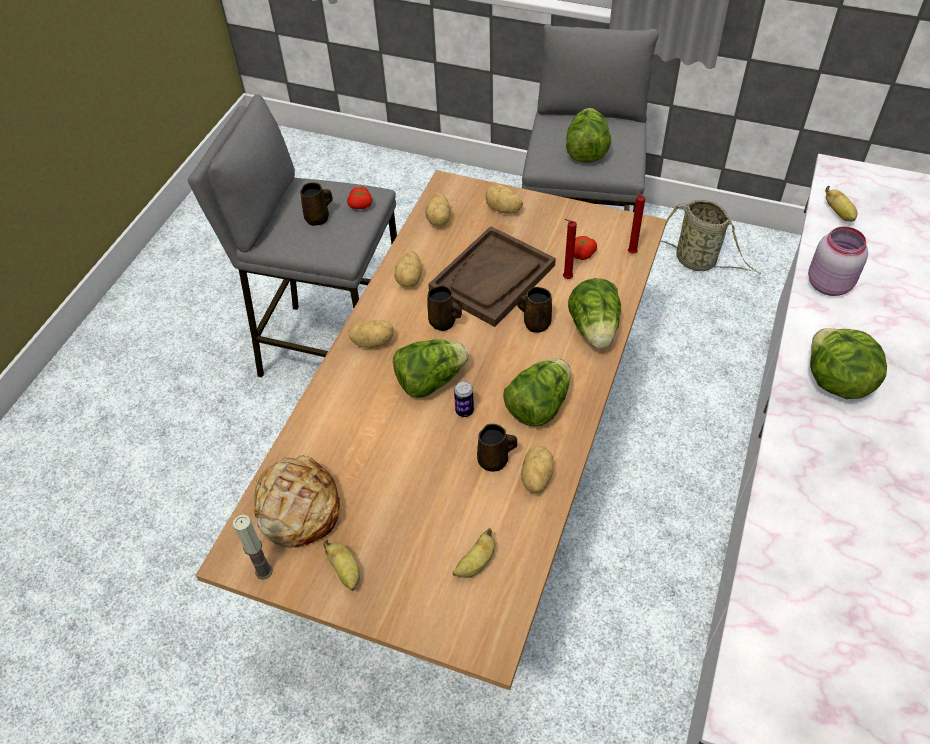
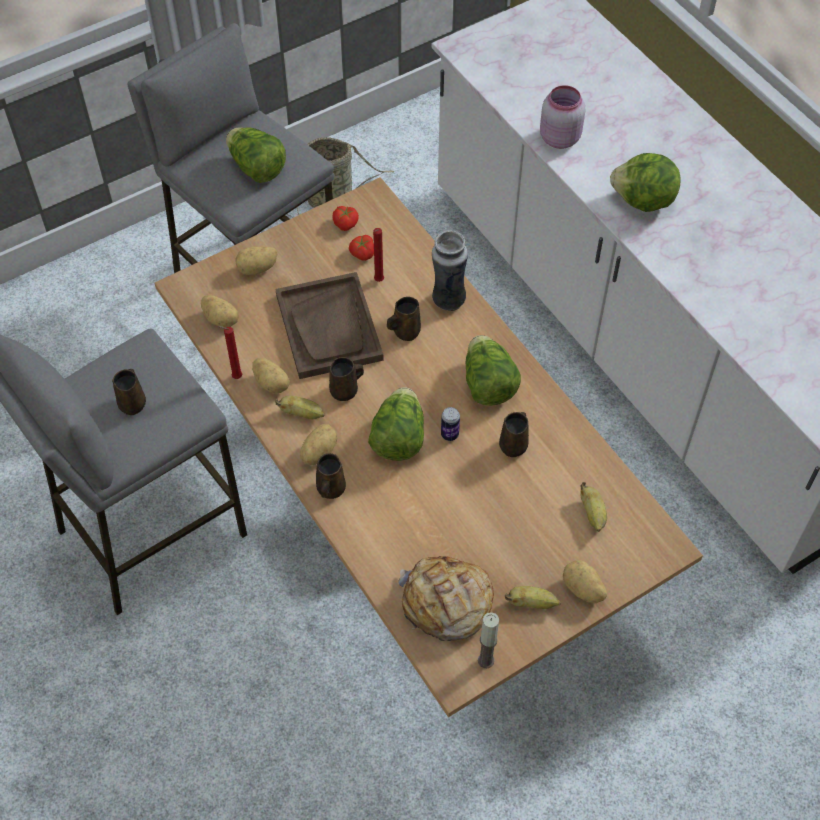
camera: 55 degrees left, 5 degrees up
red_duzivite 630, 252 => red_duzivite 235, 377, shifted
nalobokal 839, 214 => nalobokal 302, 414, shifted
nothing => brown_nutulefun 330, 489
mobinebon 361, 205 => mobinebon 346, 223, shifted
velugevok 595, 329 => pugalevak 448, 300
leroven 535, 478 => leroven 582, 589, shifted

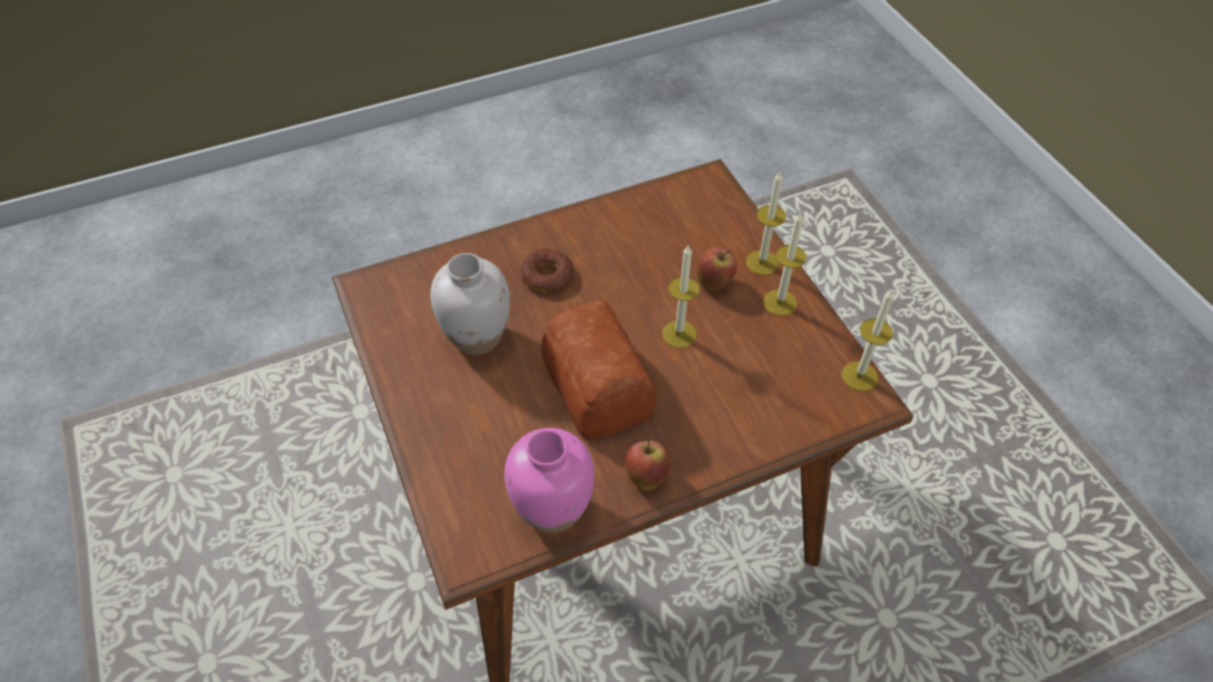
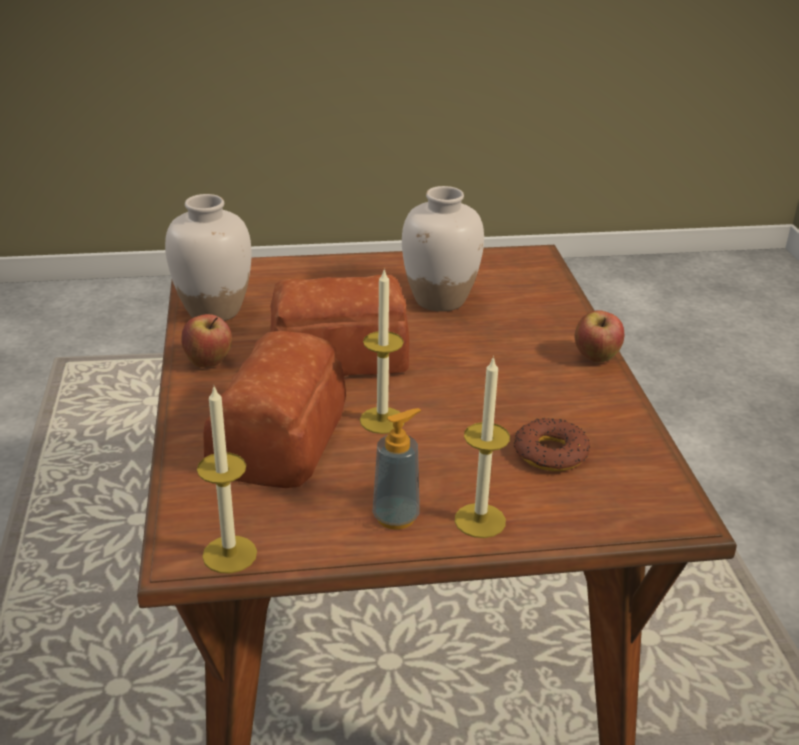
camera: 105 degrees right, 20 degrees down
pink_pugalevak 553, 510 => white_pugalevak 213, 310
nothing => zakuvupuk 282, 437
duzivite 780, 302 => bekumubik 396, 517
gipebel 547, 275 => gipebel 550, 453, shifted
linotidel 714, 282 => linotidel 596, 358, shifted

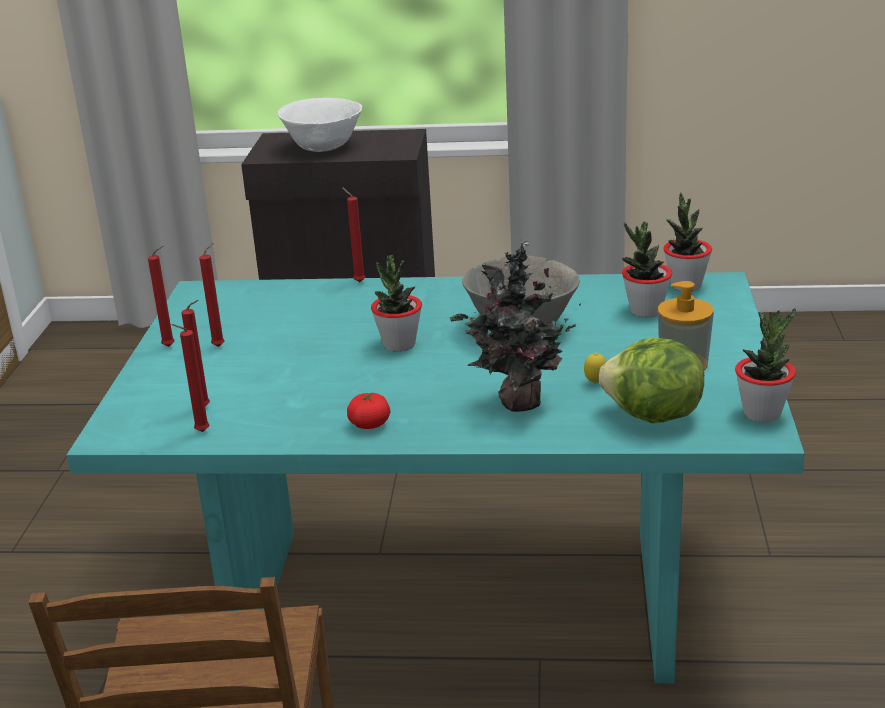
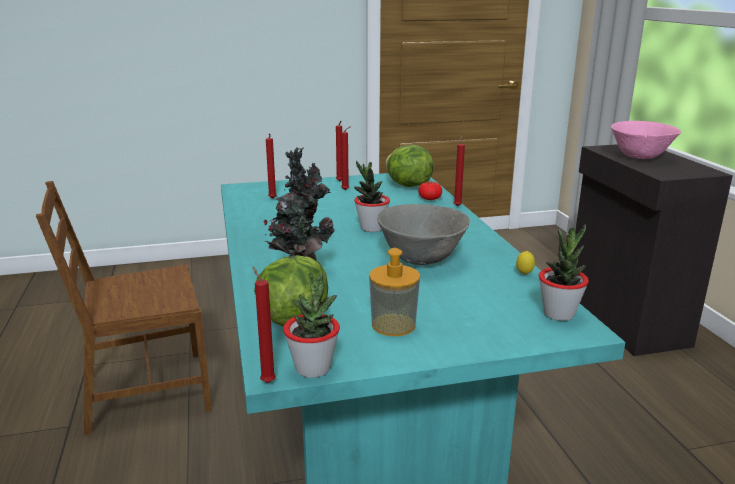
camera: 70 degrees right, 5 degrees down
red_duzivite 200, 432 => red_duzivite 266, 381, shifted
nothing => velugevok 407, 185
mobinebon 369, 424 => mobinebon 429, 199, shifted
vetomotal 595, 383 => vetomotal 524, 274, shifted
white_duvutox 323, 148 => pink_duvutox 640, 157
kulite 645, 311 => nothing

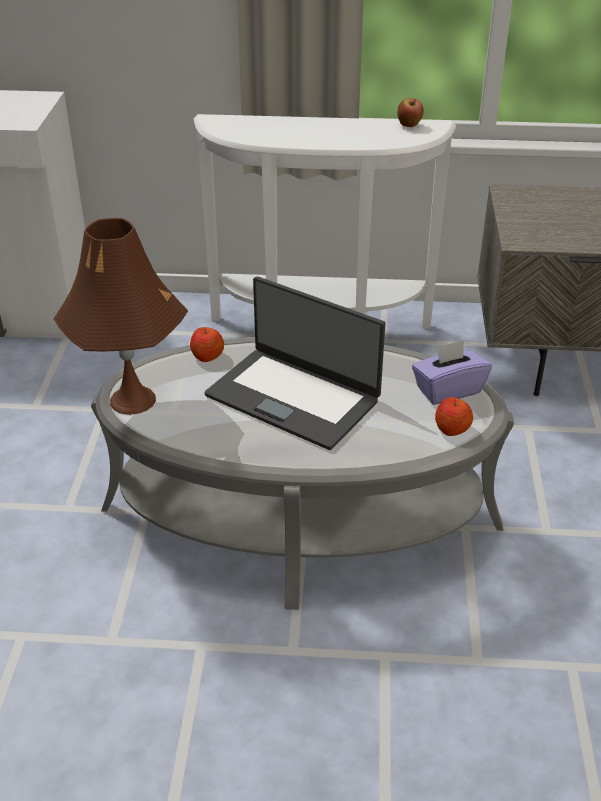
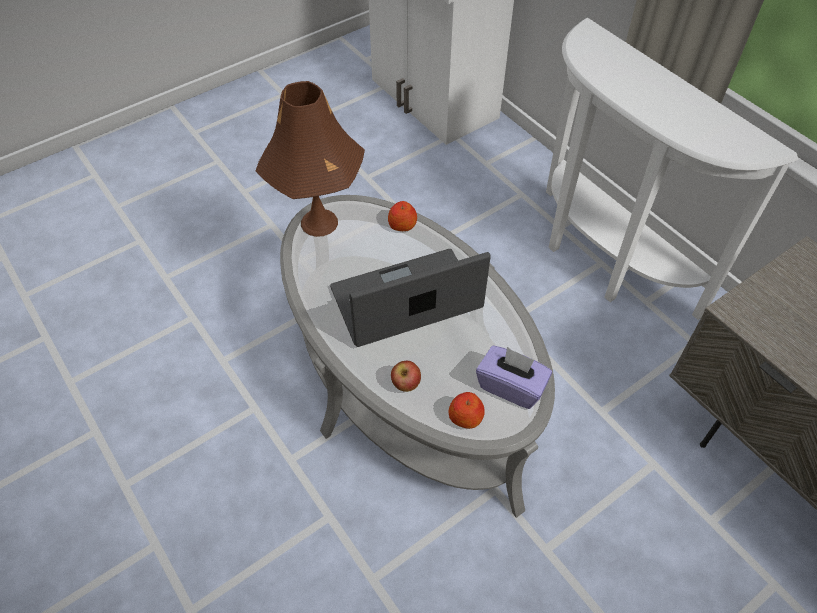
camera: 50 degrees right, 15 degrees up
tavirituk 293, 397 => tavirituk 406, 300, 75 degrees clockwise
linotidel 409, 125 => linotidel 406, 385, shifted

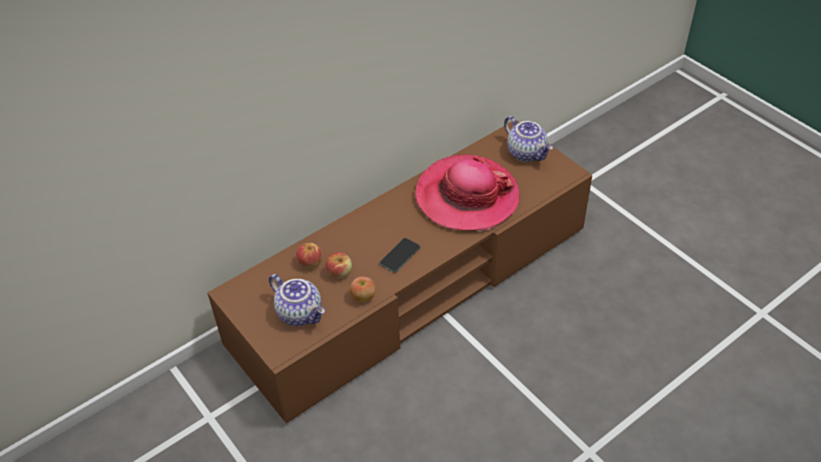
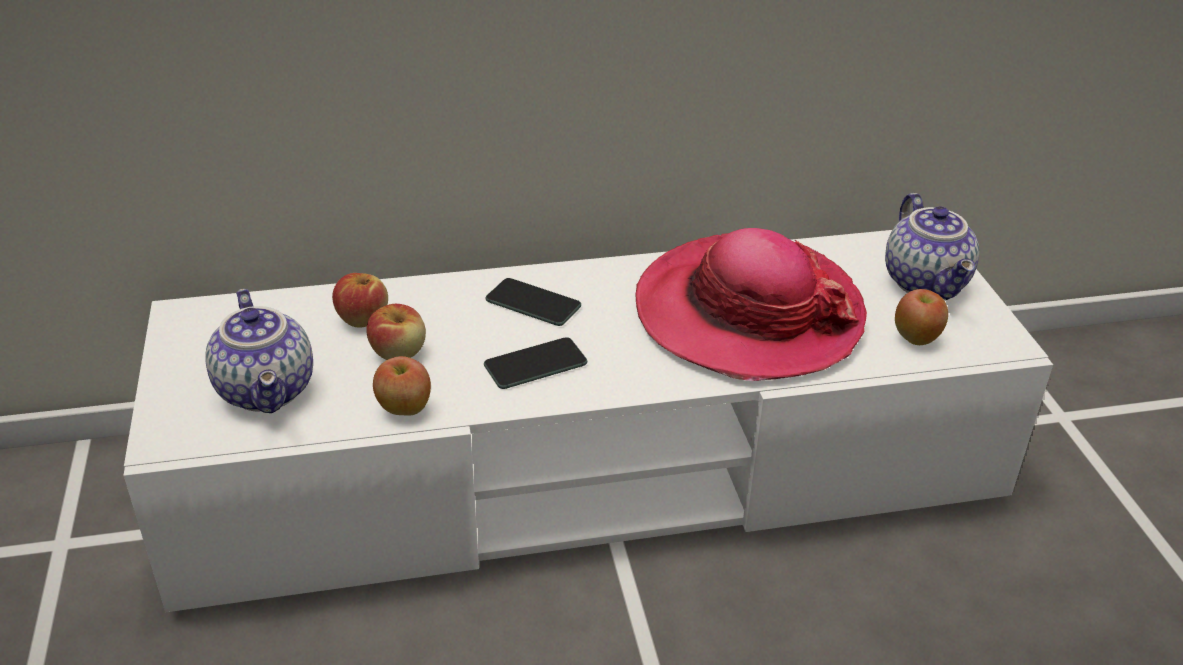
camera: 25 degrees right, 10 degrees down
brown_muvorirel 412, 286 => white_muvorirel 588, 471
nothing => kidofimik 533, 303
nothing => linotidel 917, 338

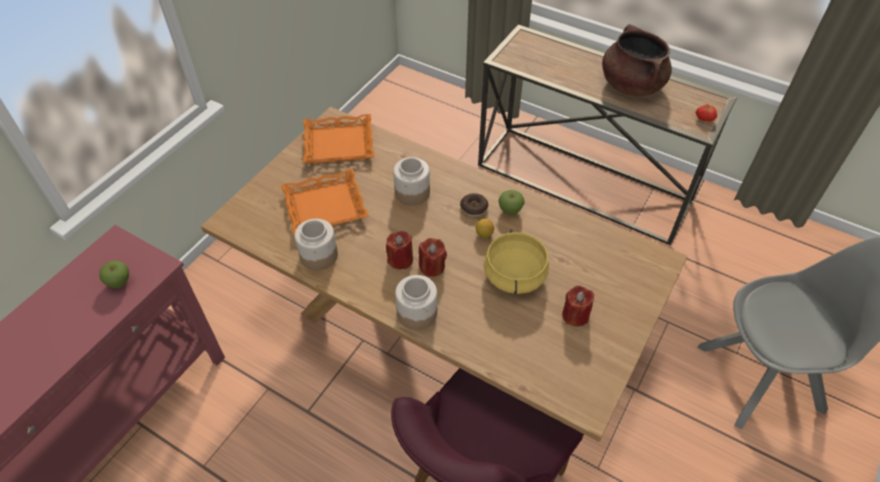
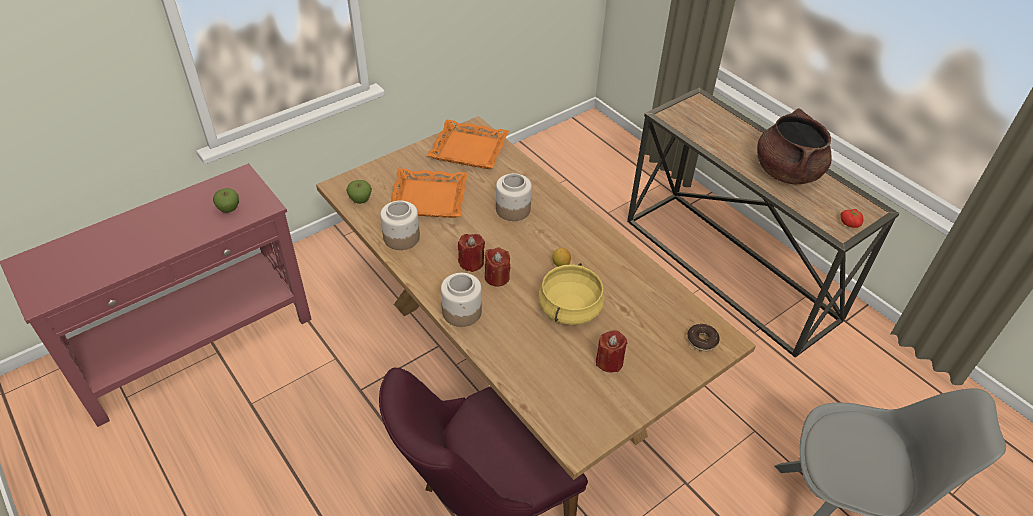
camera: 20 degrees right, 5 degrees down
linotidel 510, 210 => linotidel 360, 200, shifted
gipebel 474, 208 => gipebel 702, 340, shifted

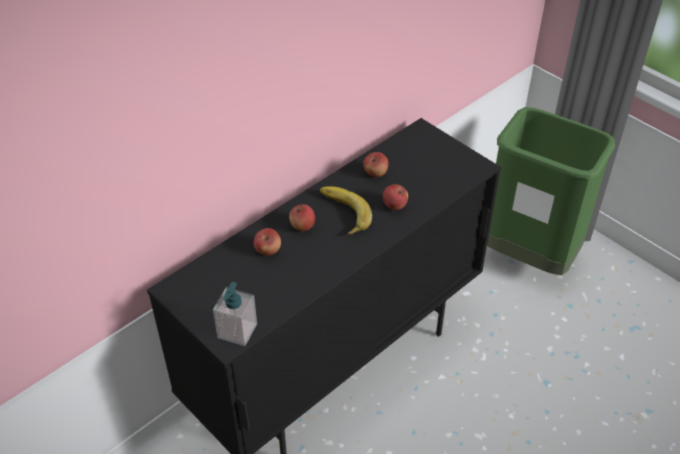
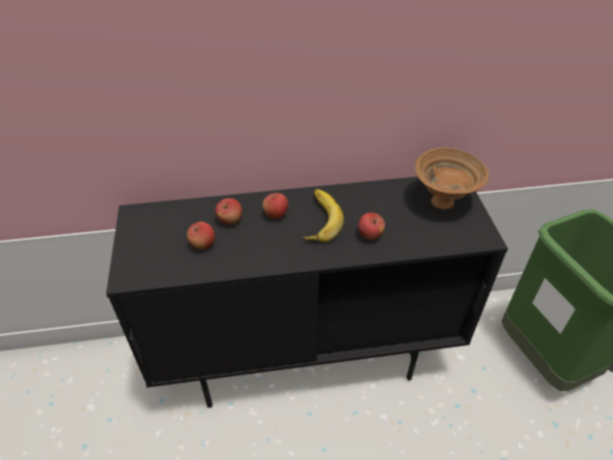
camera: 35 degrees right, 0 degrees up
linotidel 375, 173 => linotidel 203, 244, shifted
nothing => brown_duvutox 443, 202
bekumubik 237, 331 => nothing

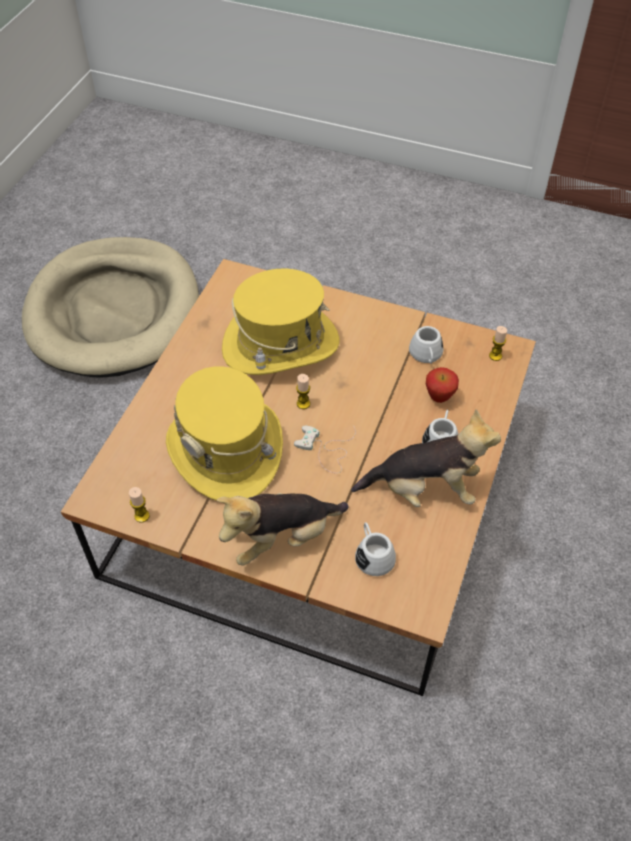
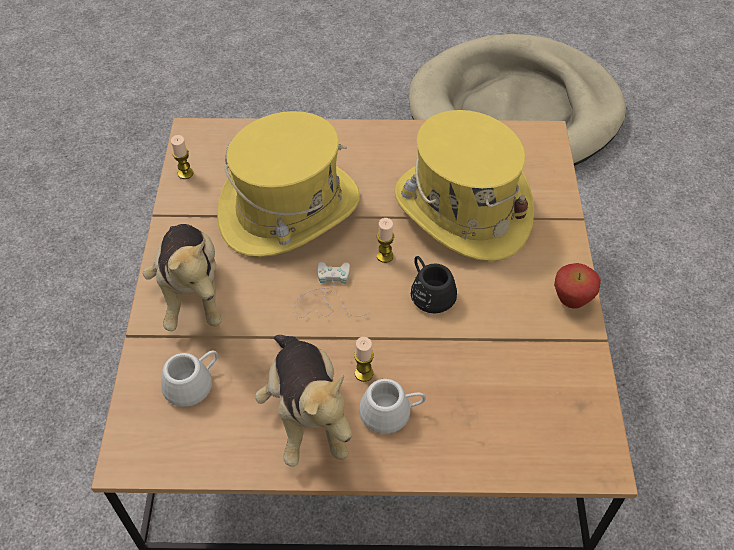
camera: 70 degrees right, 0 degrees up
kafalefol 282, 538 => kafalefol 191, 292, 150 degrees counterclockwise
duzivite 495, 356 => duzivite 364, 373, shifted
nothing => black_nutulefun 429, 292
linotidel 439, 397 => linotidel 571, 301, shifted
white_nutulefun 426, 355 => nothing

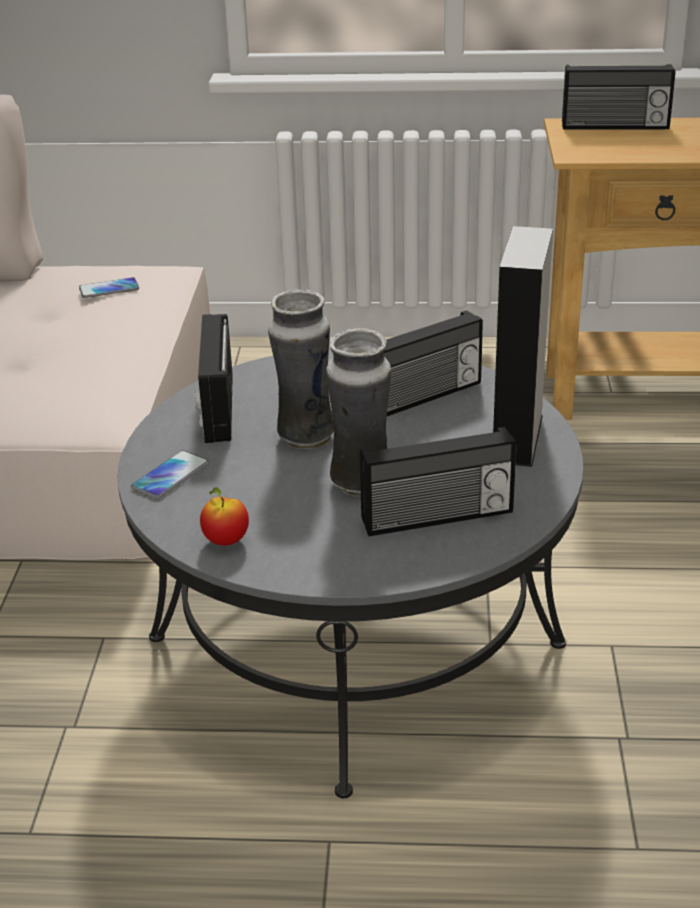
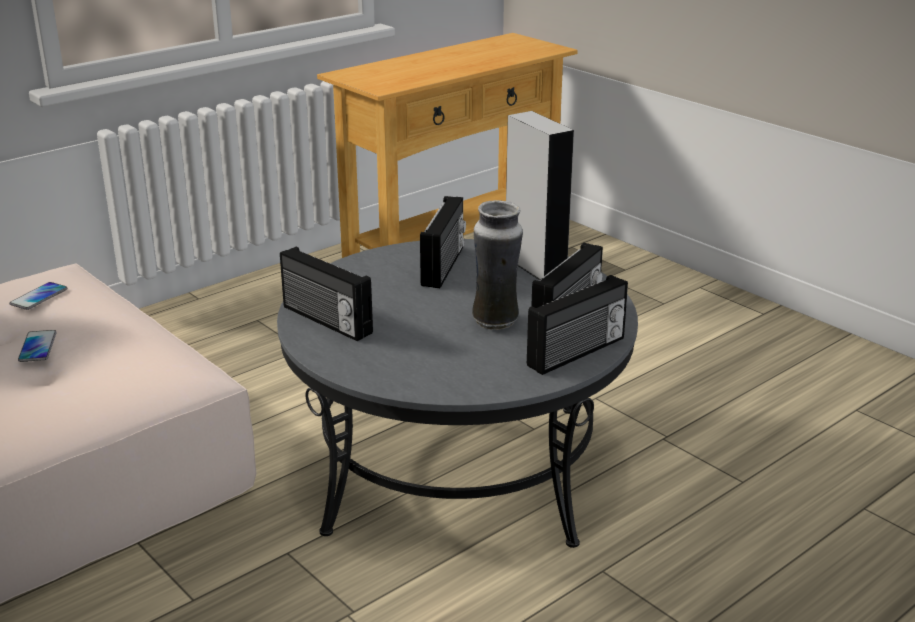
camera: 45 degrees left, 5 degrees down
kidofimik 170, 476 => kidofimik 37, 347, shifted
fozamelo 615, 127 => fozamelo 578, 353, shifted
linotidel 226, 541 => nothing
pugalevak 305, 438 => nothing

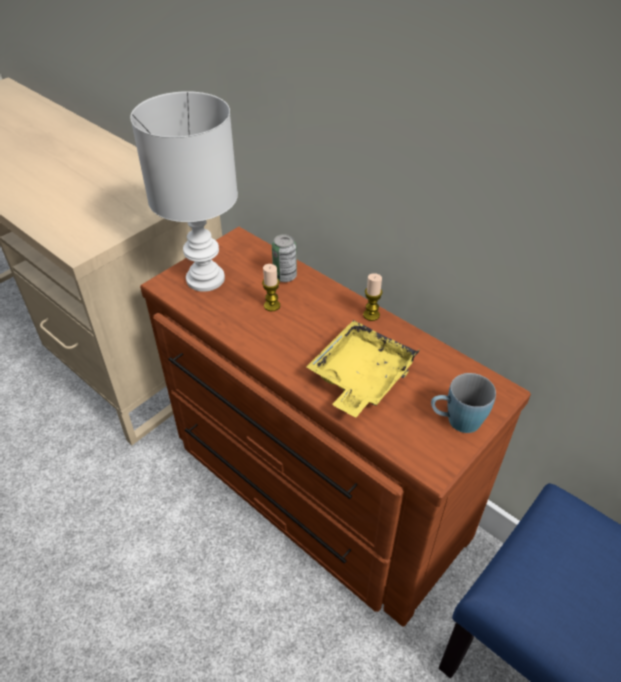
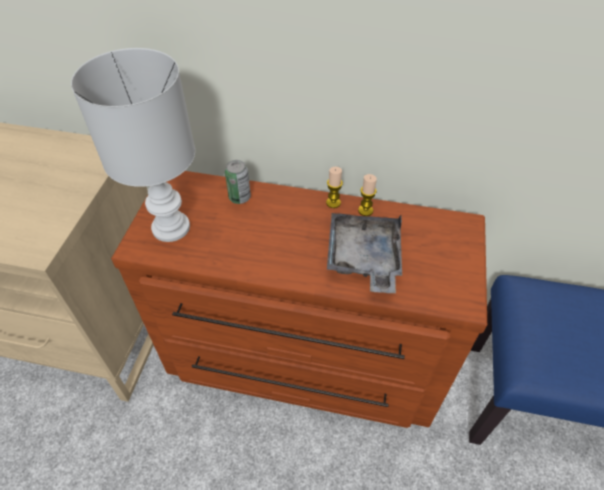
camera: 30 degrees left, 5 degrees up
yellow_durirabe 360, 378 => grey_durirabe 364, 258
duzivite 272, 305 => duzivite 365, 210, shifted
blue_nutulefun 456, 421 => nothing

